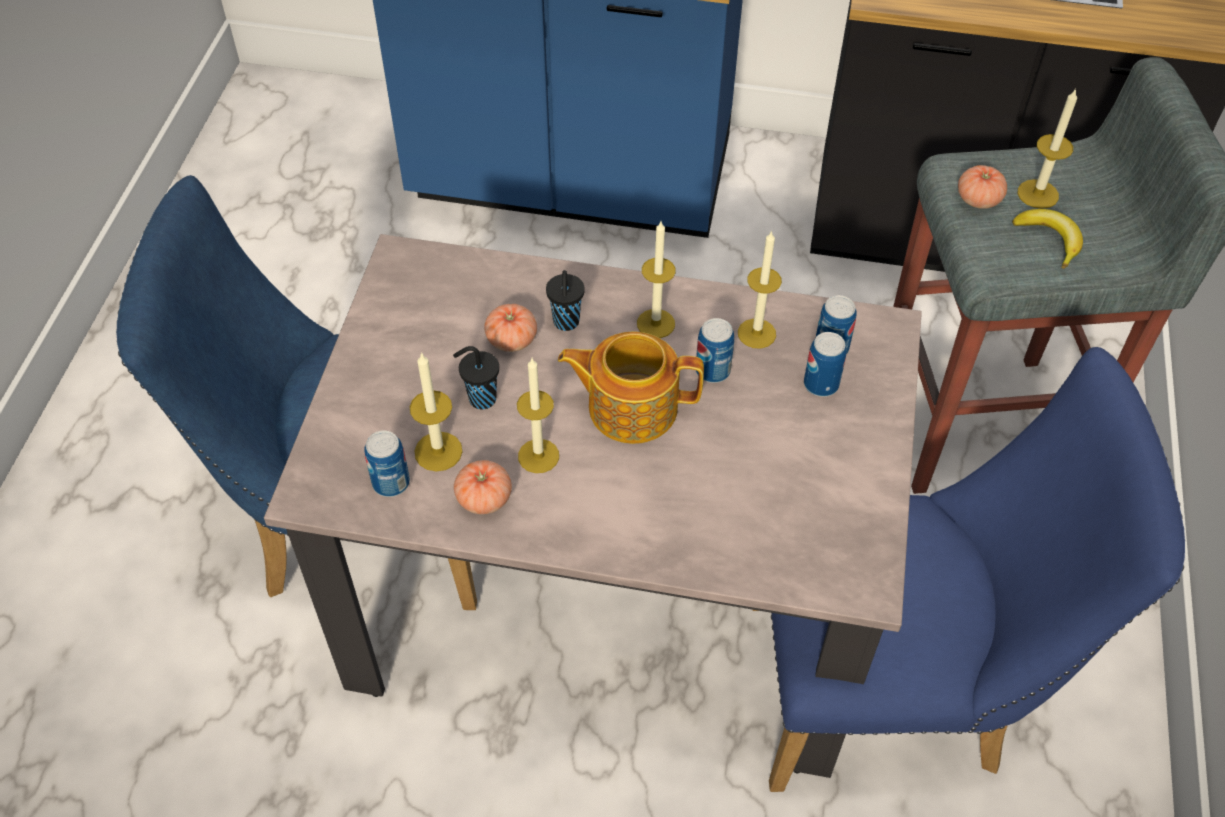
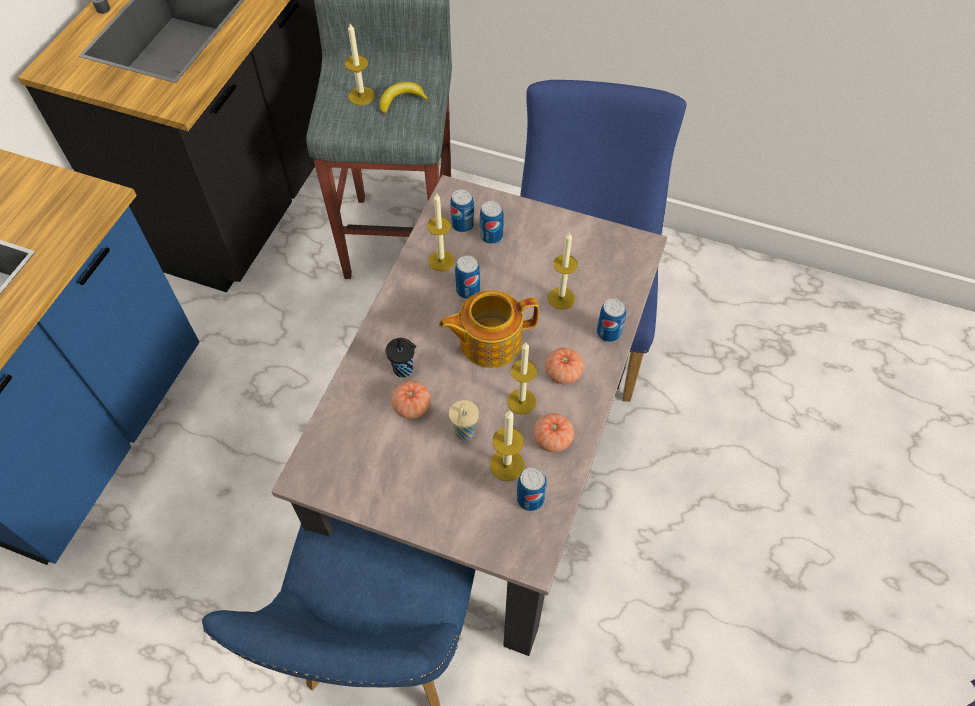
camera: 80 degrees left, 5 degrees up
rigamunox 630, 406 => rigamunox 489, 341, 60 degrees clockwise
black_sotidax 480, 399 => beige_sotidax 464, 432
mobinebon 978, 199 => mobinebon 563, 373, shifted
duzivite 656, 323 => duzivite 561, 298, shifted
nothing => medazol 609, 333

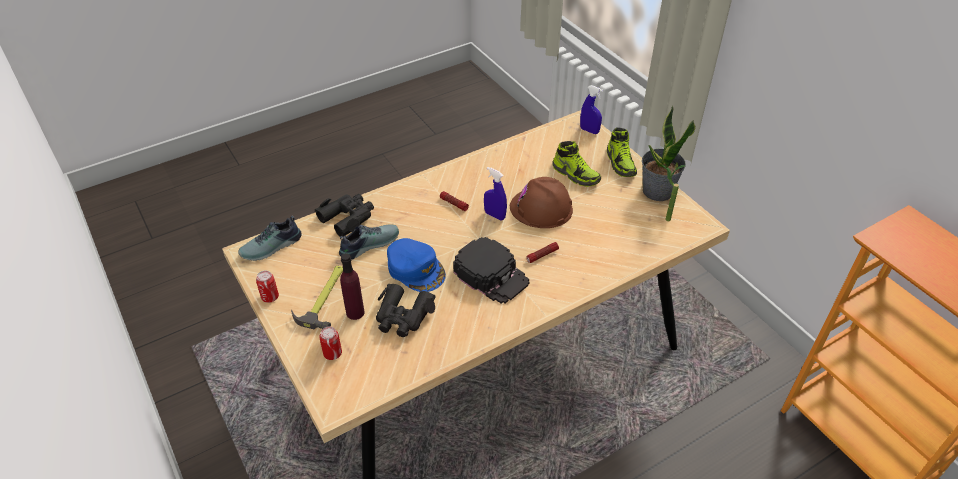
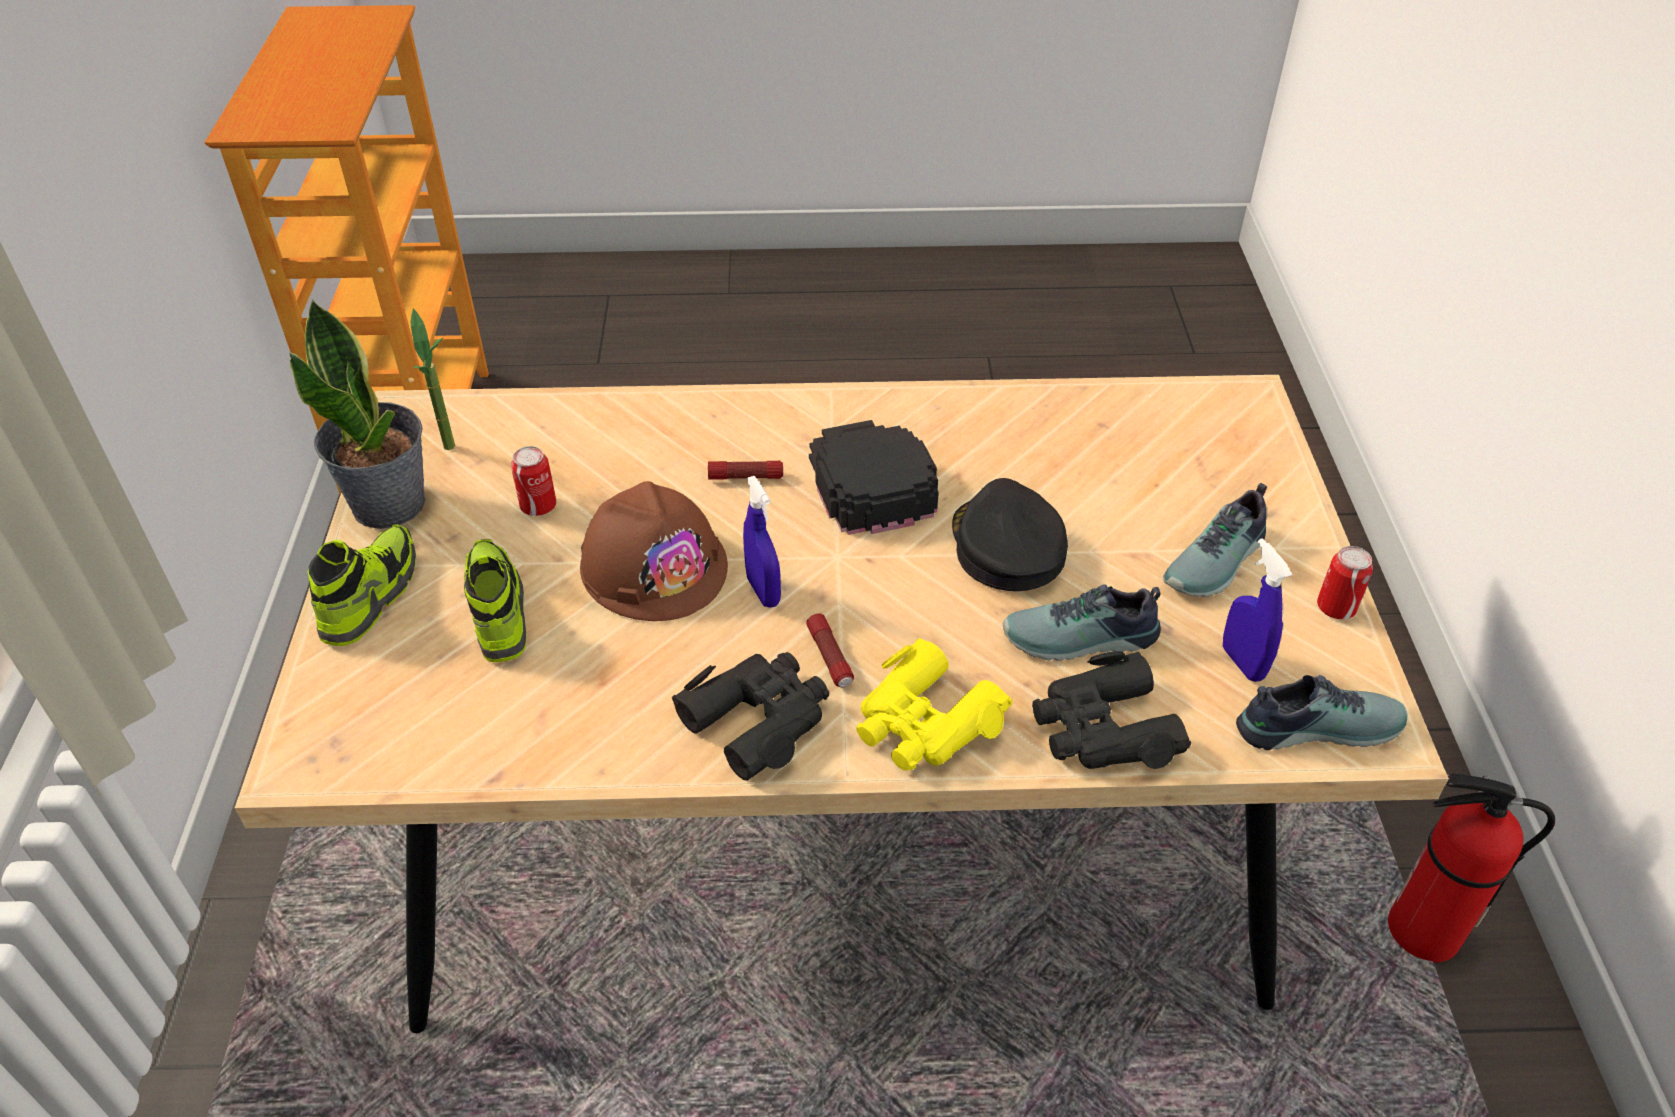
camera: 150 degrees left, 0 degrees up
medazol 332, 353 => medazol 538, 506, shifted
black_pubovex 403, 316 => black_pubovex 758, 719, shifted
nothing => yellow_pubovex 924, 723
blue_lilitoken 416, 269 => black_lilitoken 1006, 546
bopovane 324, 298 => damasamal 1218, 562
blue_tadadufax 589, 130 => blue_tadadufax 1242, 662, shifted
nothing => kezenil 1421, 931
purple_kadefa 355, 312 => nothing

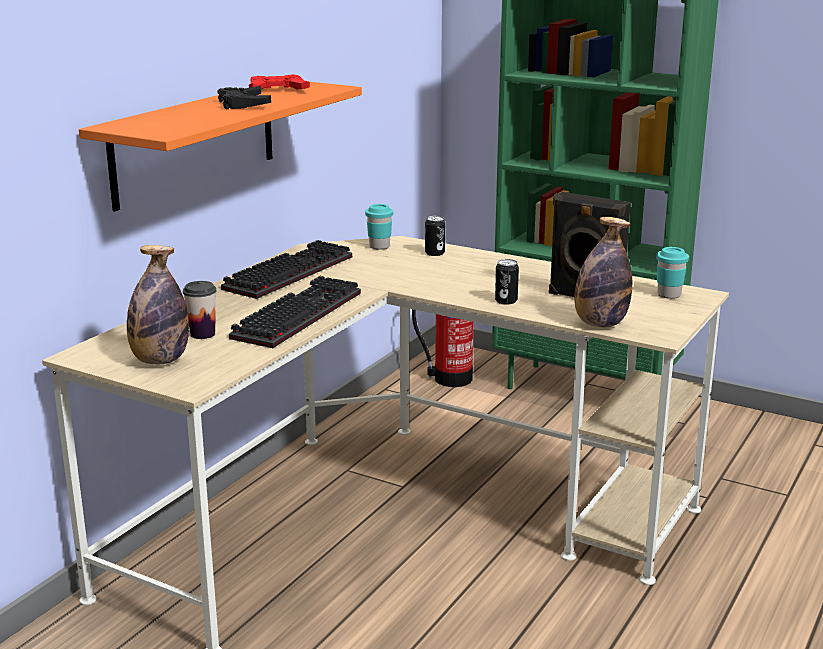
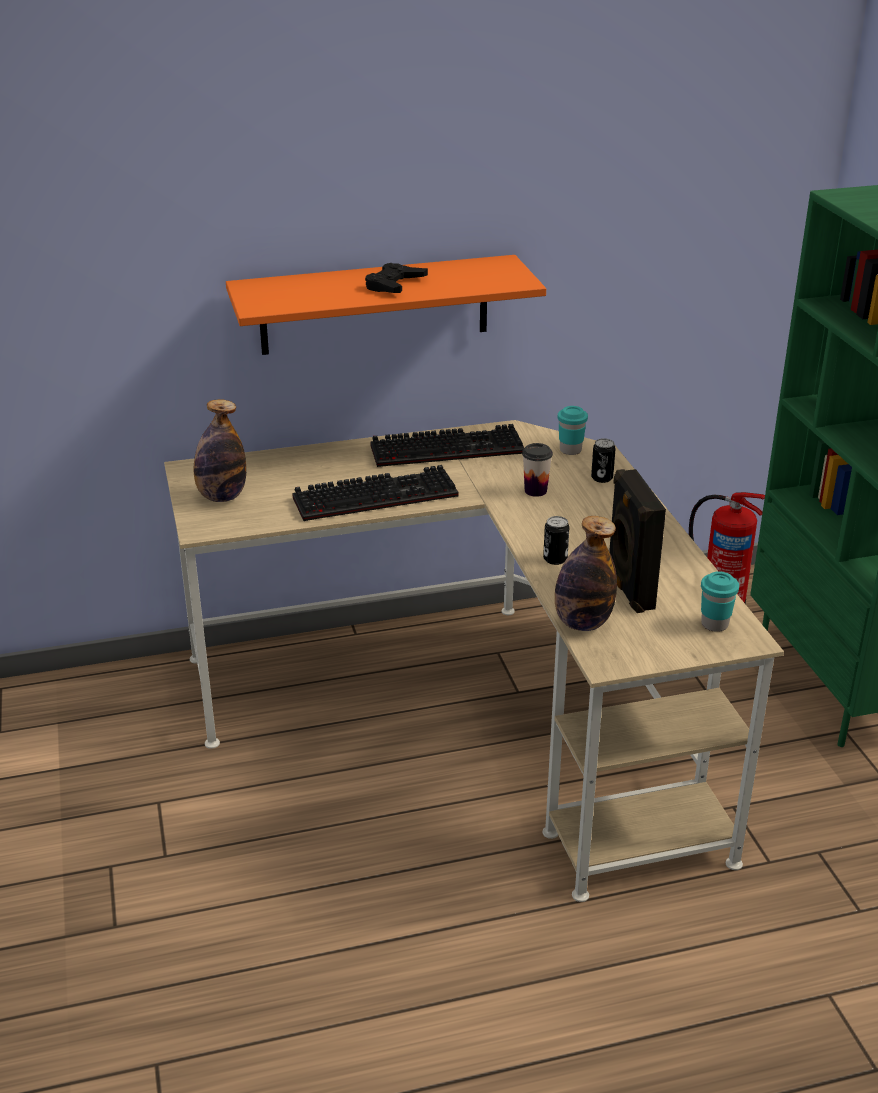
camera: 45 degrees right, 10 degrees up
sotidax 202, 334 => sotidax 535, 491, shifted
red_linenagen 277, 90 => nothing

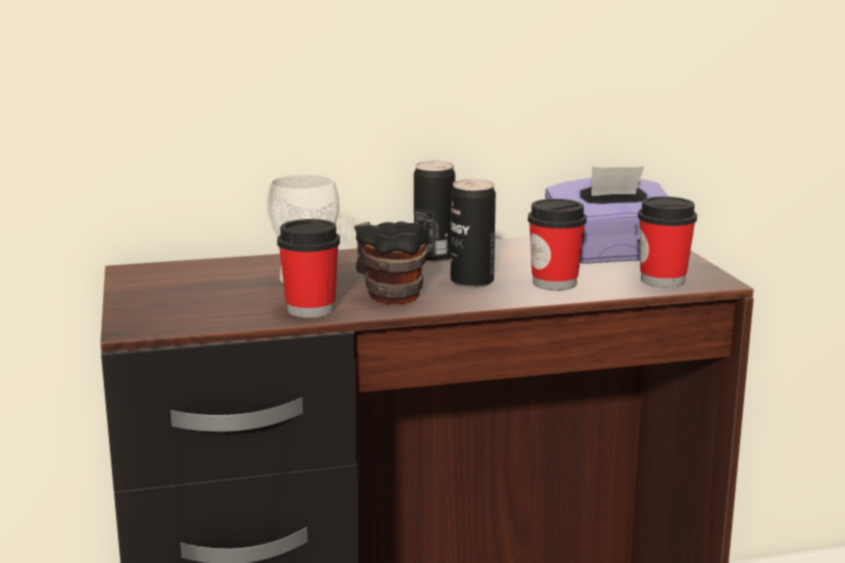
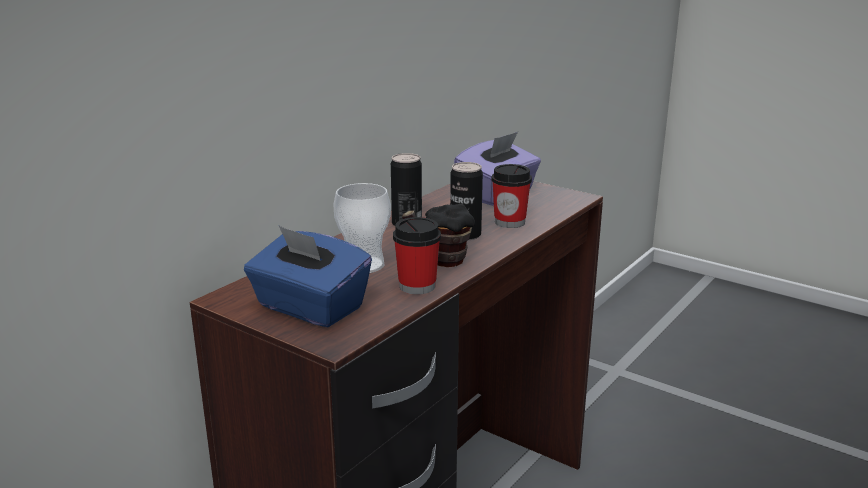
camera: 40 degrees left, 5 degrees up
nothing => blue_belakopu 309, 308
sotidax 662, 280 => nothing

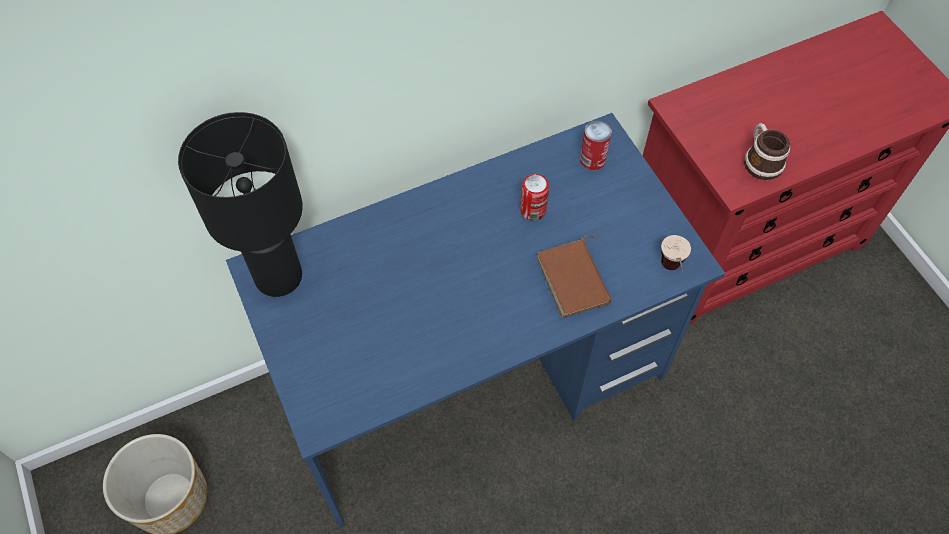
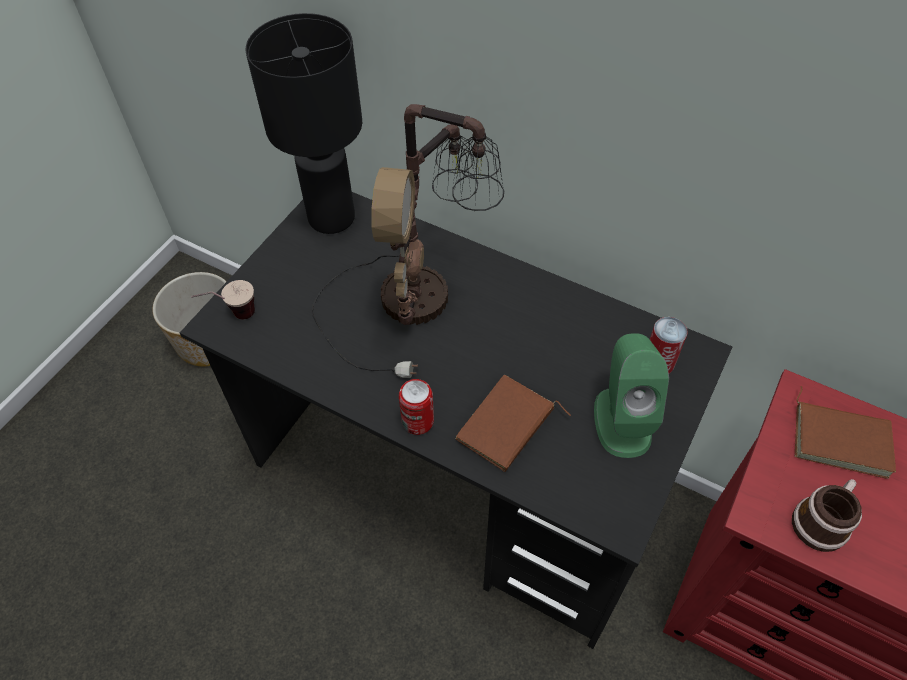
camera: 55 degrees right, 5 degrees down
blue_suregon 473, 381 => black_suregon 457, 480
sotidax 671, 272 => sotidax 232, 317, shifted
nothing => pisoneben 418, 295
medazol 533, 210 => medazol 418, 421, shifted
nothing => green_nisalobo 622, 420
nothing => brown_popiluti 841, 439

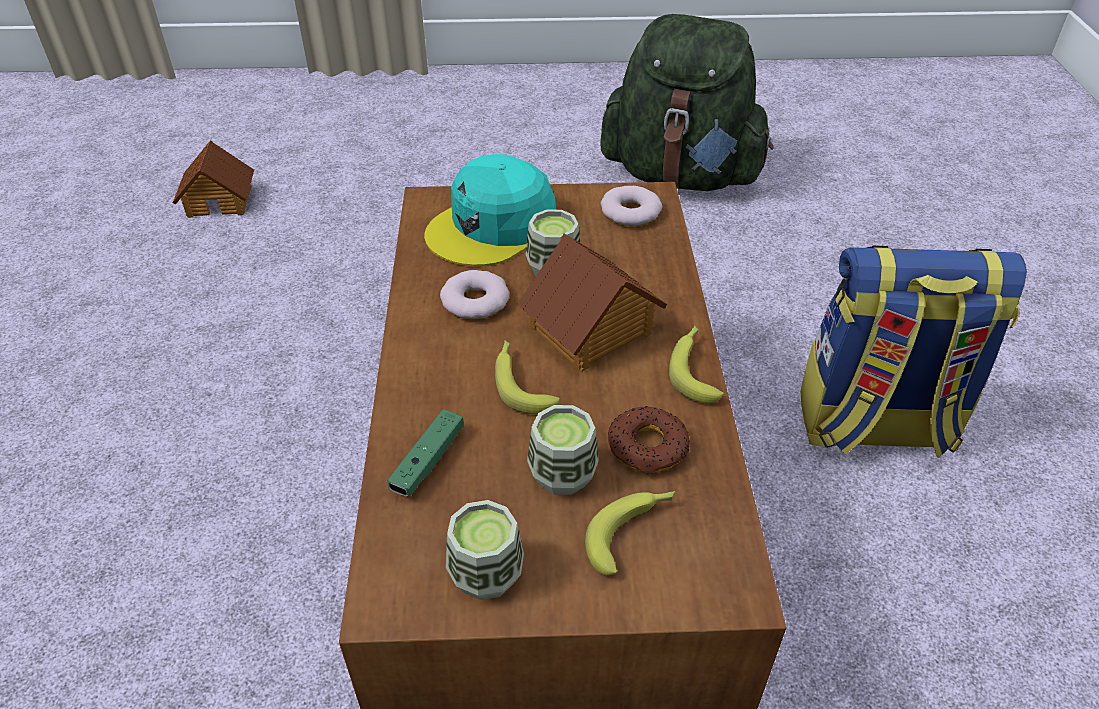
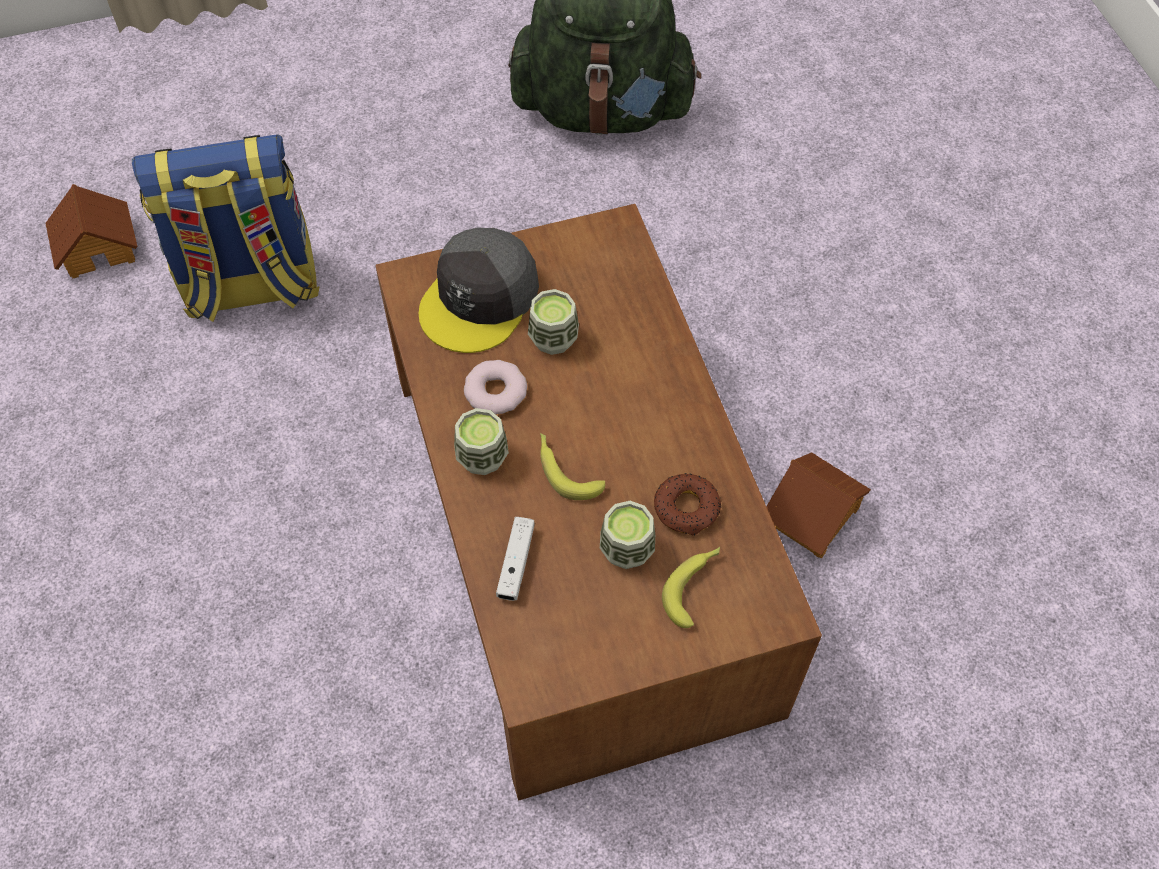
camera: 15 degrees left, 15 degrees up
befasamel 874, 426 => befasamel 251, 287, shifted
turquoise_lilitoken 493, 226 => grey_lilitoken 480, 299
sotidax 486, 574 => sotidax 482, 457, shifted
green_linenagen 428, 461 => white_linenagen 516, 563
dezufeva 591, 329 => dezufeva 813, 515, shifted
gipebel 630, 212 => nothing
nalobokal 695, 369 => nothing

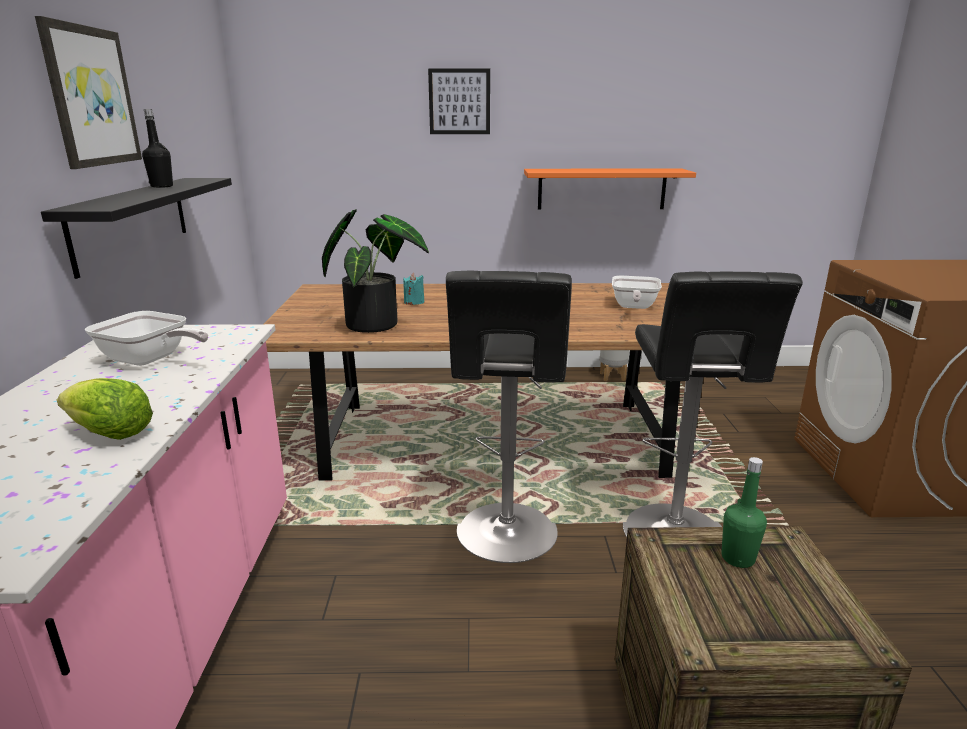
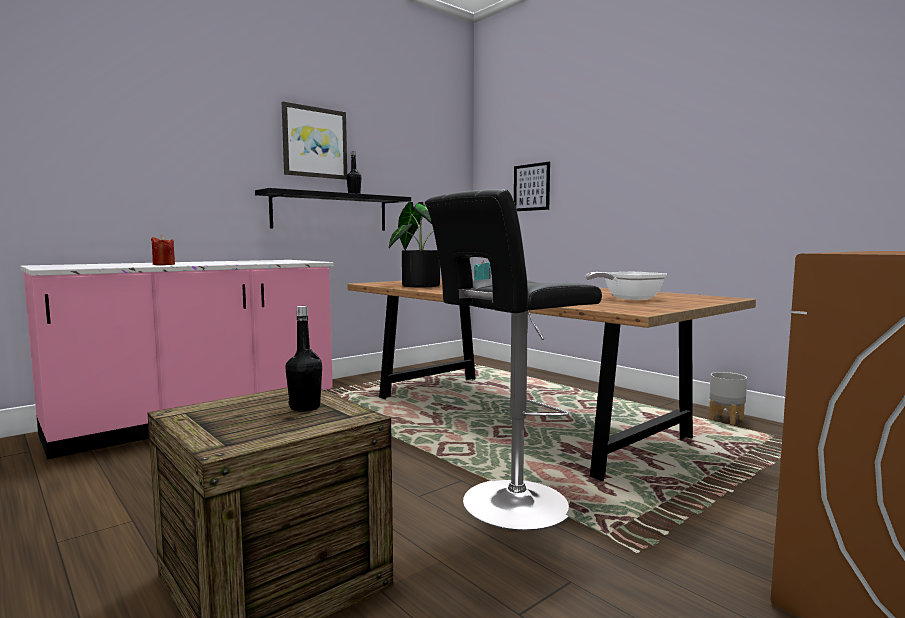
camera: 50 degrees right, 15 degrees down
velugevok 110, 434 => red_duzivite 164, 264
green_kadefa 738, 558 => black_kadefa 305, 408
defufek 459, 101 => defufek 531, 187, shifted
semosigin 150, 360 => nothing
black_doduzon 506, 535 => nothing
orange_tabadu 601, 189 => nothing

